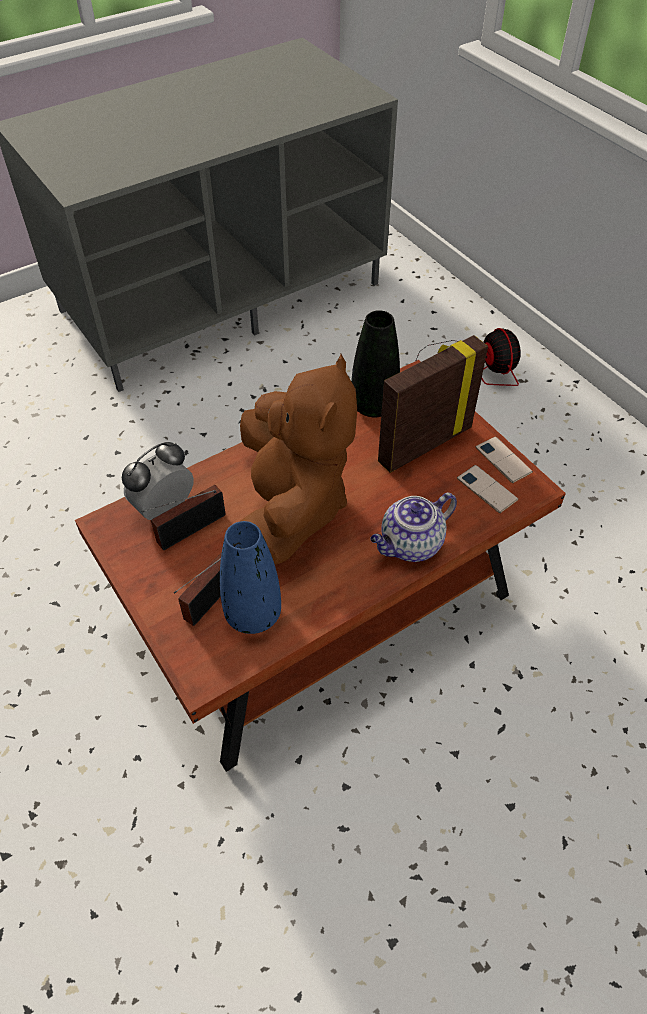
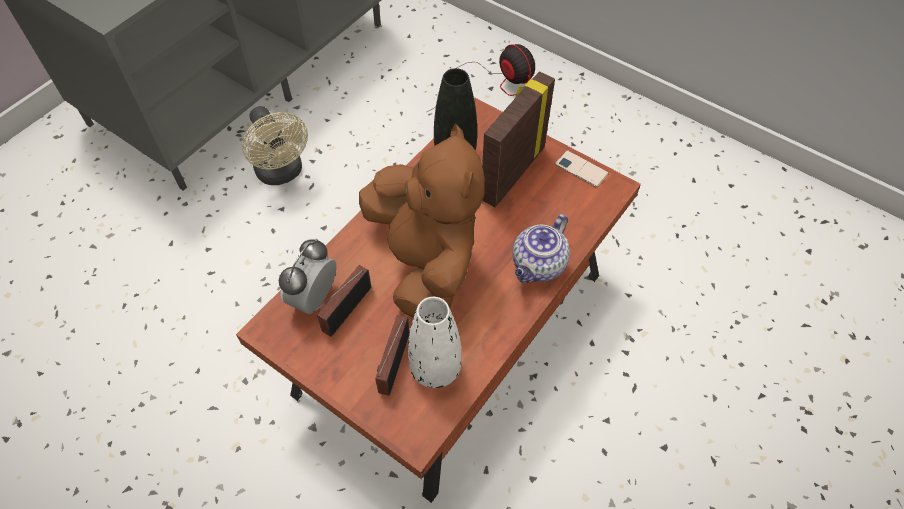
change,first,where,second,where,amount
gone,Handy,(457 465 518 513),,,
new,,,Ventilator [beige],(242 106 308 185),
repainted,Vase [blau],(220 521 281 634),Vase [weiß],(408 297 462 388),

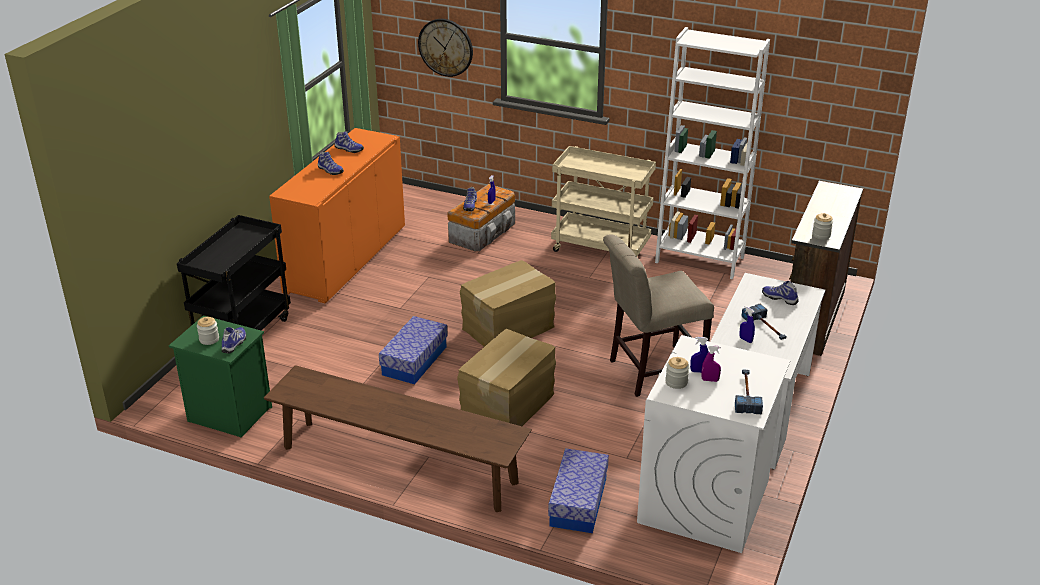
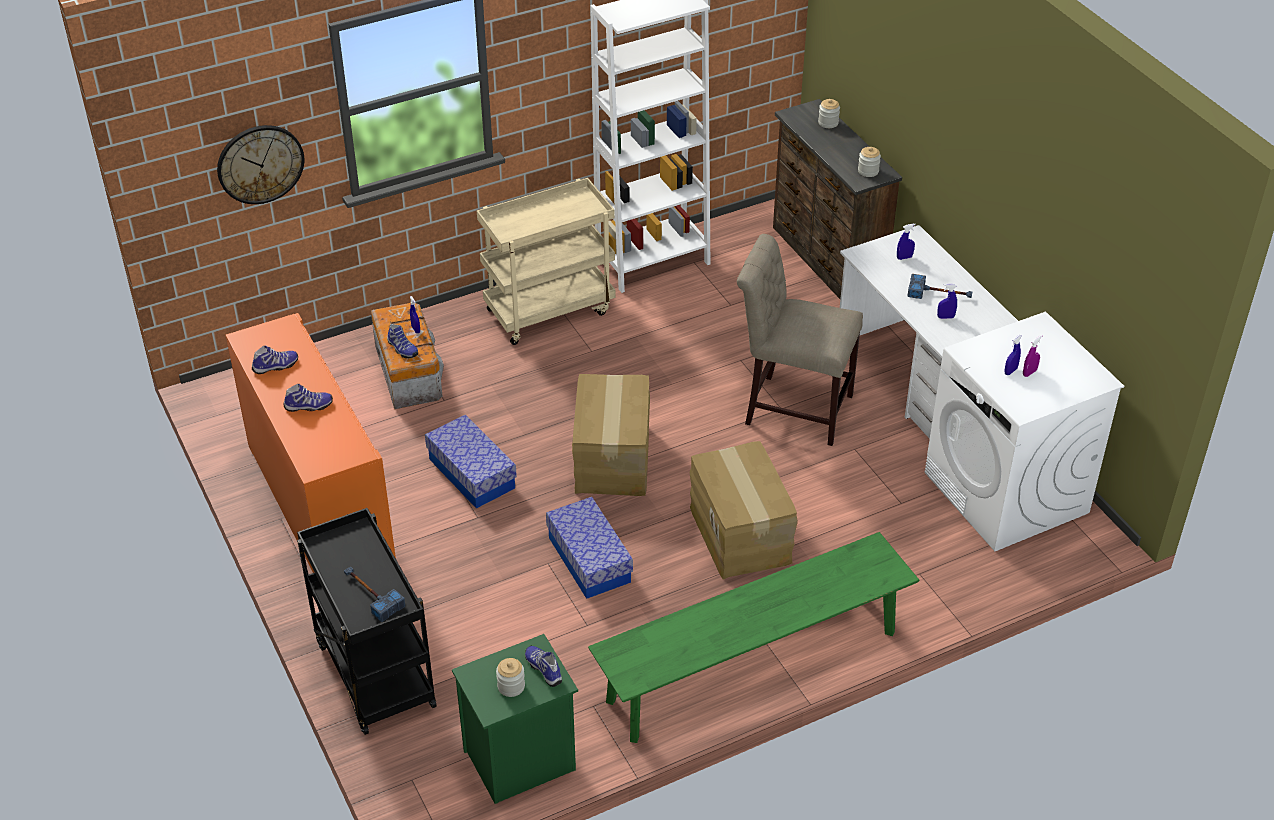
change,first,where,second,where,amount
shifted,Aufbewahrungsbox,(548 448 609 533),,(425 414 517 509),
shifted,Vorratsglas,(665 357 689 389),,(818 99 840 128),
shifted,Hammer,(735 370 763 414),,(344 566 405 622),
swapped,Schuh,(762 281 799 305),Sprühflasche [blau],(897 224 916 260),
repainted,Bank [braun],(264 365 532 512),Bank [grün],(588 532 919 743),
rotated,Stuhl [beige],(603 234 714 397),,(737 234 863 446),90 degrees clockwise

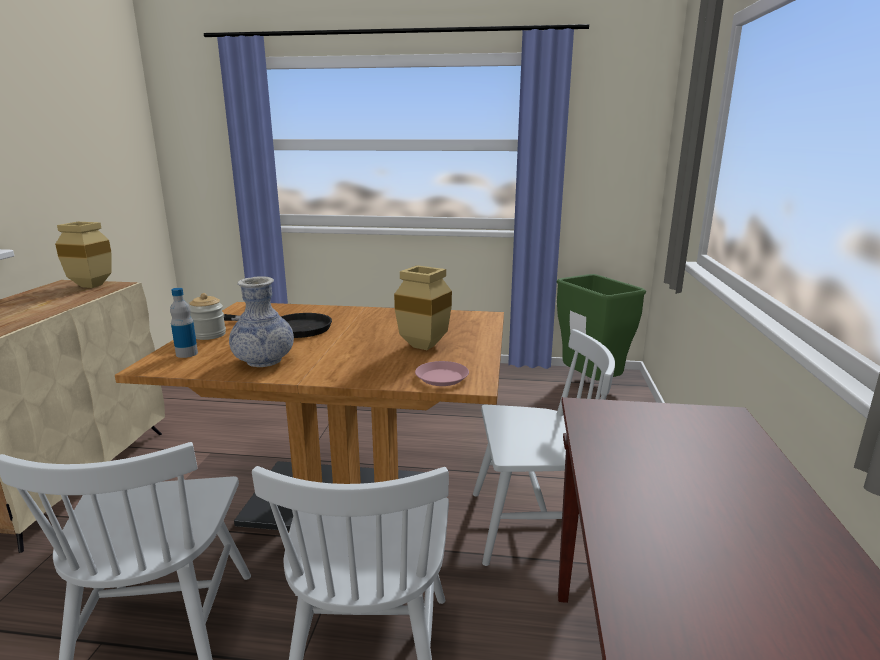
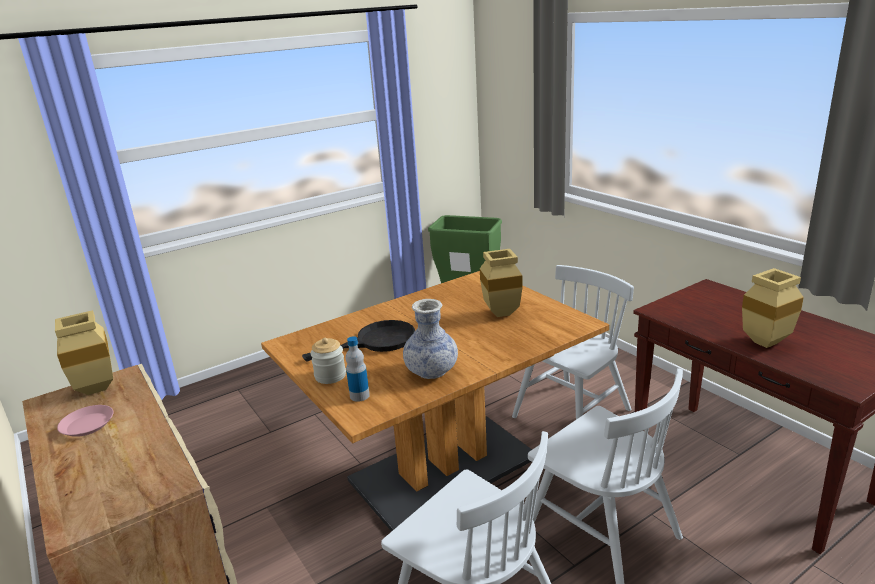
change,first,where,second,where,amount
new,,,Vase [beige],(742 268 804 348),
shifted,Teller [rosa],(415 361 469 386),,(57 405 113 437),

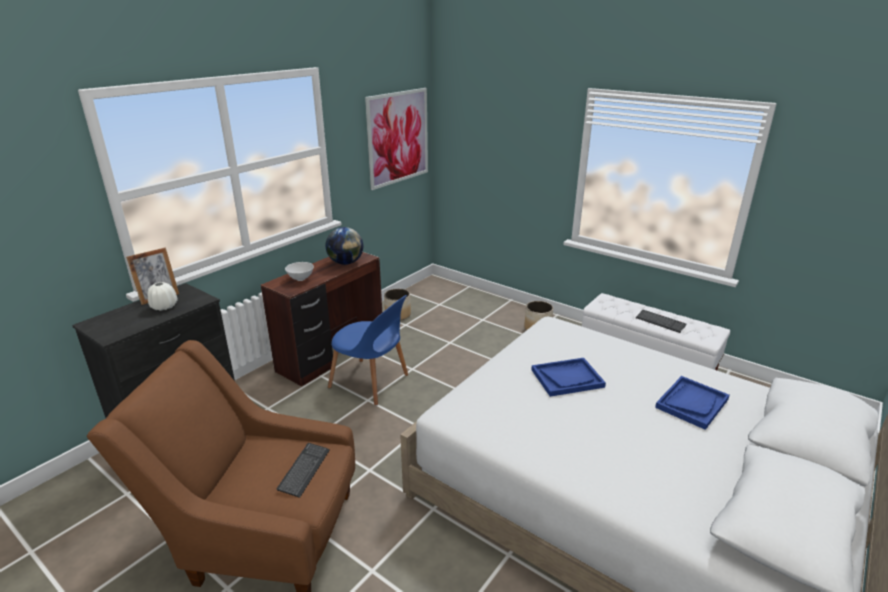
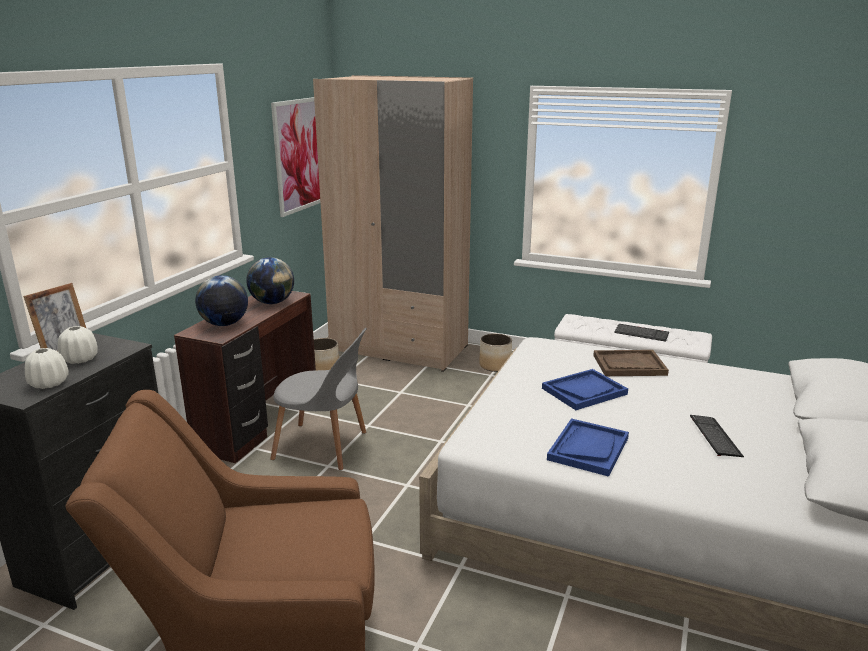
change,first,where,second,where,amount
new,,,Vase [weiß],(25 348 69 389),
new,,,Kleiderschrank [beige],(313 75 473 372),
new,,,Tablett [braun],(593 350 669 376),
shifted,Tastatur,(277 443 330 498),,(690 415 744 457),
shifted,Tablett [blau],(655 376 729 430),,(547 418 629 477),
swapped,Schüssel [weiß],(285 262 314 281),Globus,(195 275 248 326),
repainted,Stuhl [blau],(328 295 408 406),Stuhl [grau],(270 328 367 470),

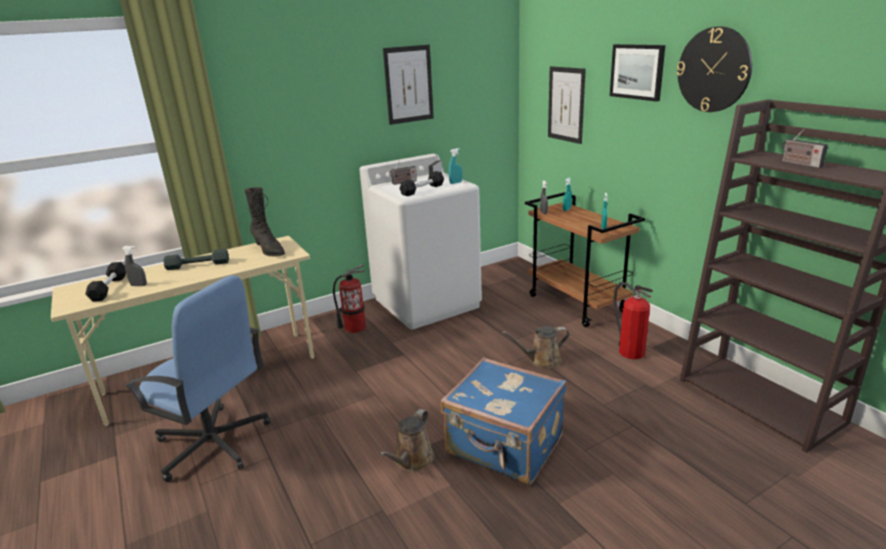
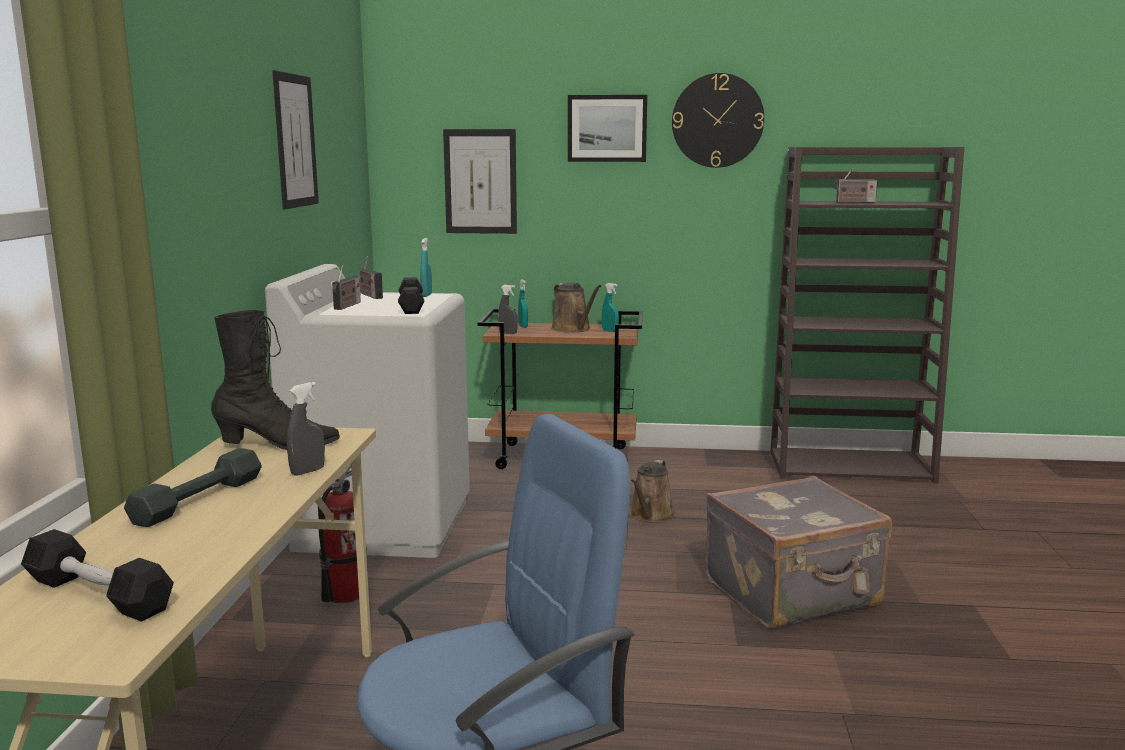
change,first,where,second,where,amount
gone,Feuerlöscher,(613 282 653 359),,,
shifted,Sprühflasche [grau],(122 246 147 286),,(287 382 325 476),
shifted,Gießkanne [braun],(379 409 434 472),,(551 282 601 333),
repainted,Koffer [blau],(441 357 567 485),Koffer [grau],(705 475 892 629),

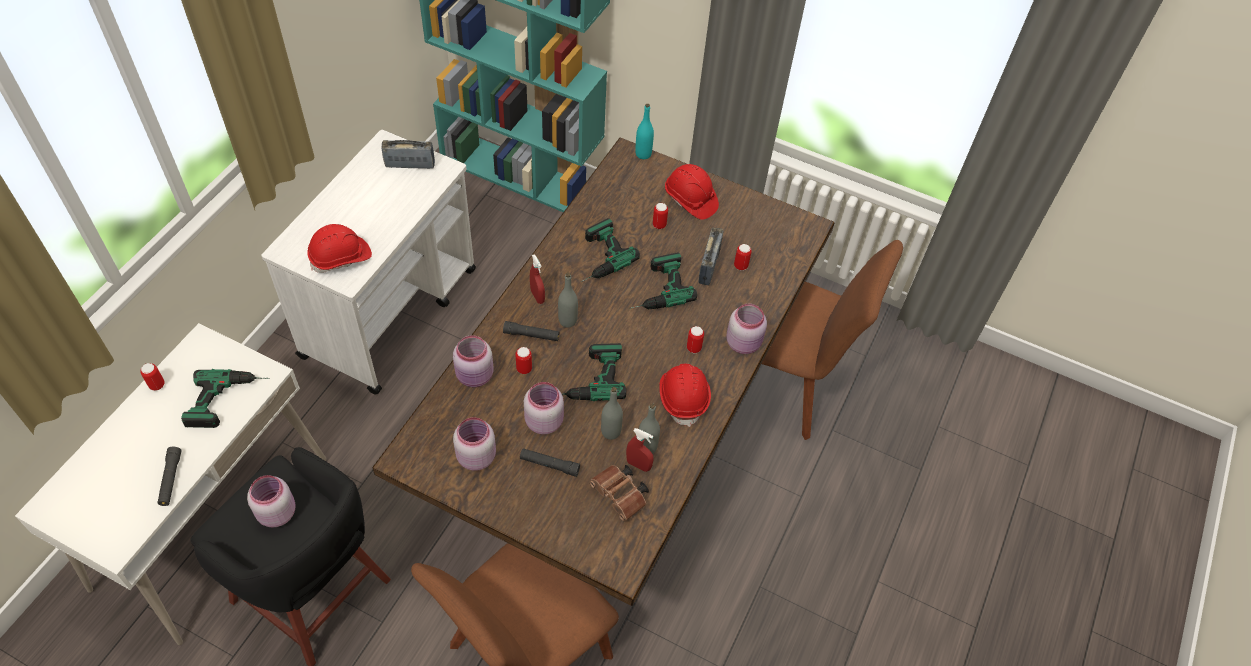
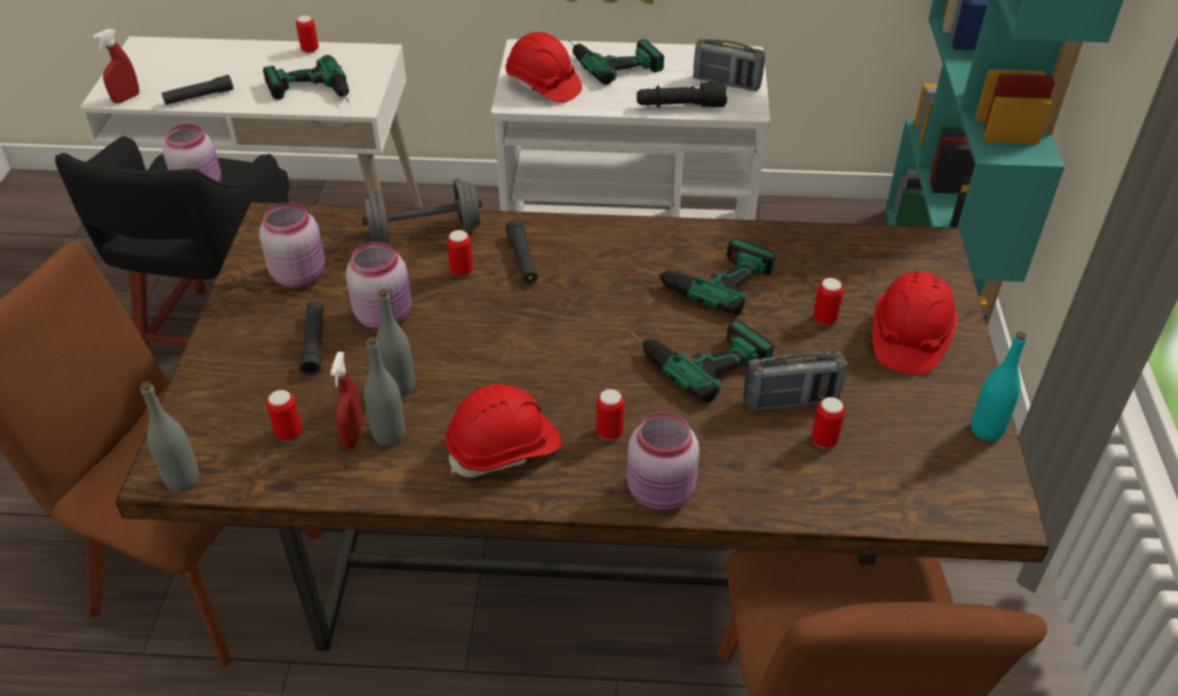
change,first,where,second,where,amount
new,,,Taschenlampe [schwarz],(637 81 727 108),
shifted,Sprühflasche [rot],(530 254 545 304),,(93 29 139 104),
shifted,Flasche [grau],(558 273 578 327),,(141 382 199 492),
shifted,Bohrmaschine,(562 343 626 401),,(568 39 664 85),
shifted,Flasche [türkis],(635 104 654 159),,(971 332 1026 441),
swapped,Vorratsglas [rosa],(453 335 493 387),Hantel [grau],(362 179 482 246),
swapped,Fernglas [braun],(590 465 649 521),Dose,(266 390 302 440),
rotated,Radio,(381 140 435 169),,(693 39 765 91),135 degrees clockwise

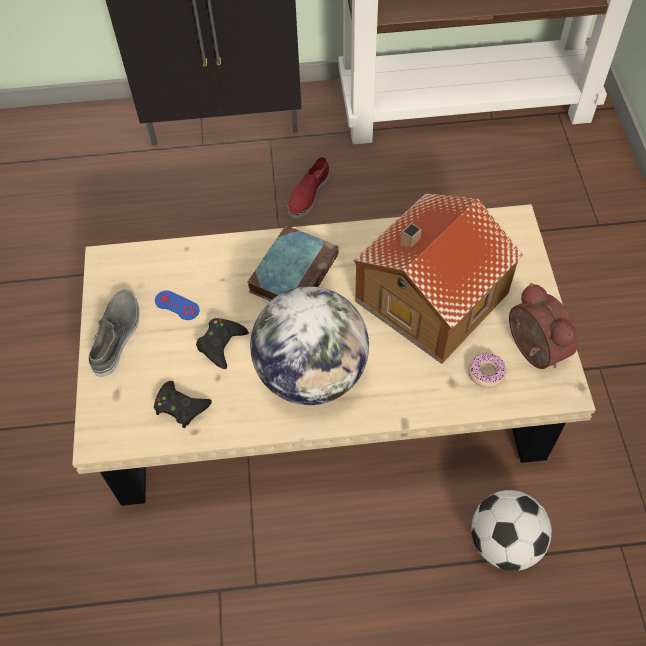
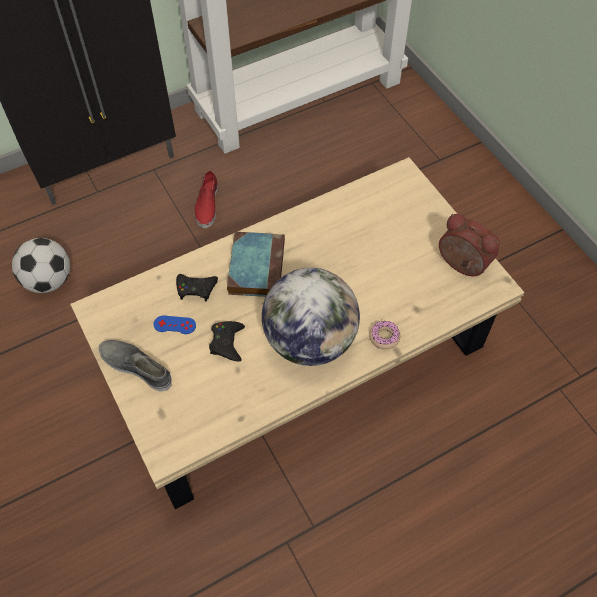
change,first,where,second,where,amount
gone,Spielzeughaus,(354 193 523 364),,,
shifted,Gamepad [schwarz],(154 381 212 428),,(176 274 218 301),
shifted,Donut,(468 353 506 388),,(369 321 400 349),
shifted,Fußball,(471 490 552 571),,(12 238 70 293),
rotated,Schuh [grau],(89 289 139 377),,(99 340 172 392),45 degrees counterclockwise

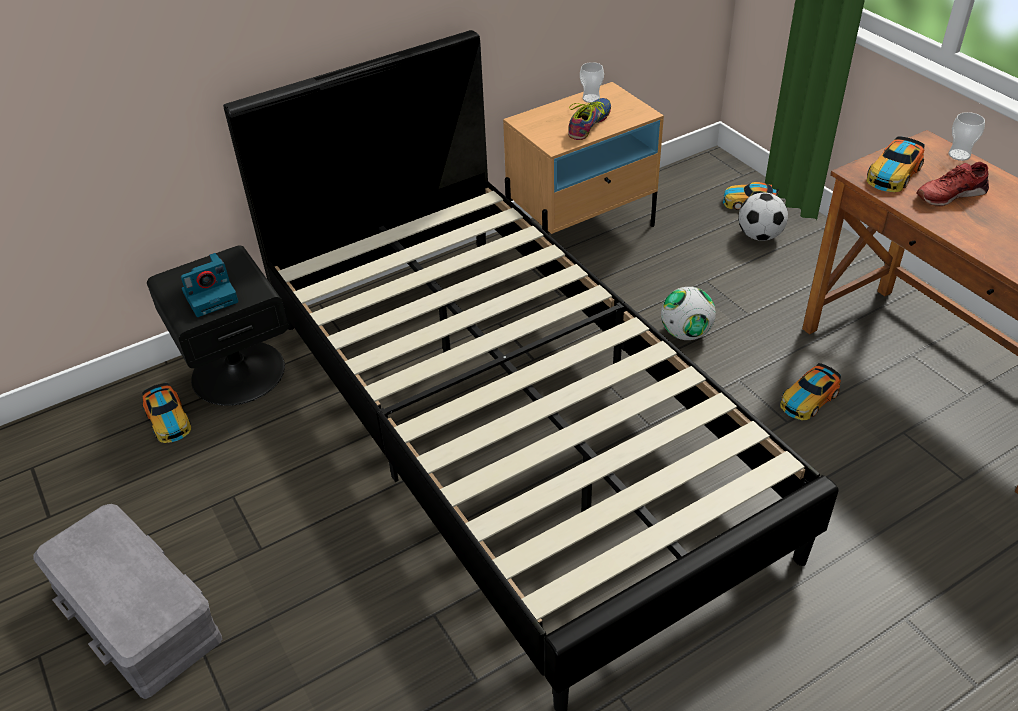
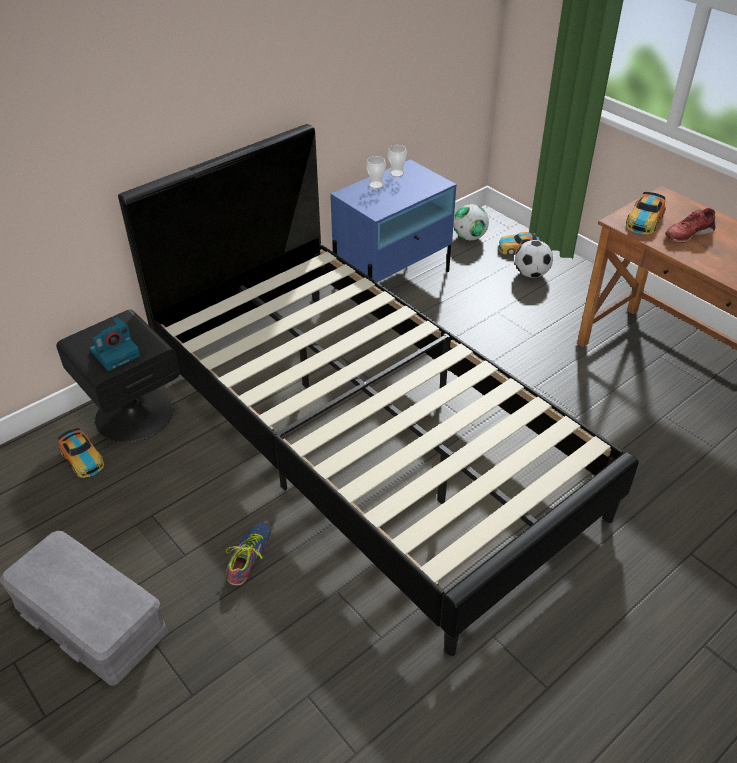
change,first,where,second,where,amount
gone,Spielzeugauto,(780 363 841 420),,,
shifted,Schuh,(568 98 611 140),,(226 522 271 586),
shifted,Fußball,(661 287 716 340),,(453 204 489 240),
shifted,Tasse,(948 112 985 161),,(366 156 386 189),
repainted,Nachttisch [beige],(503 82 664 234),Nachttisch [blau],(330 159 457 314),

